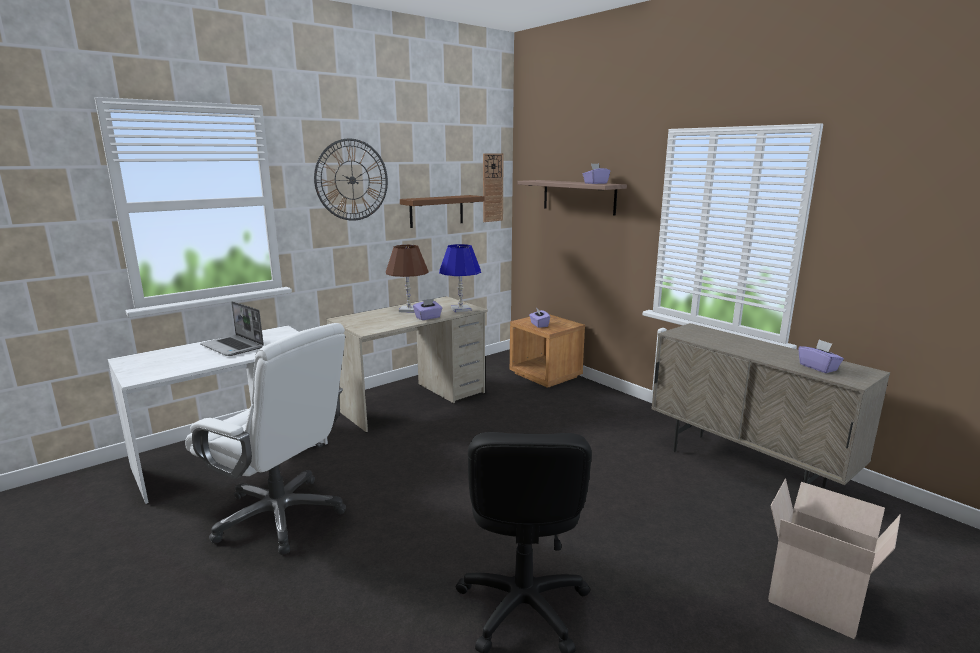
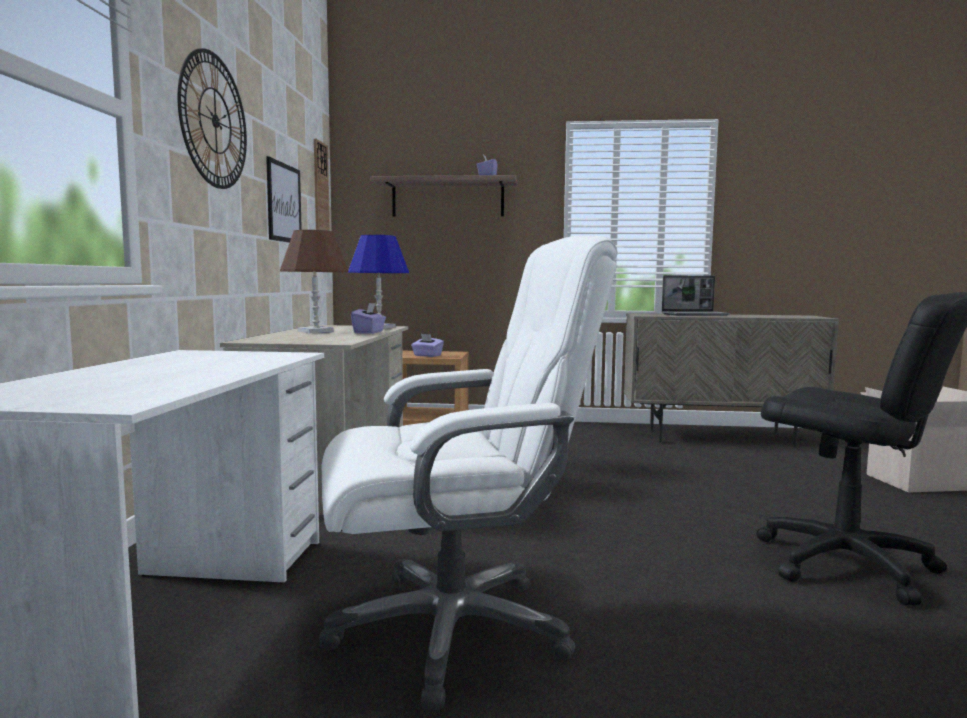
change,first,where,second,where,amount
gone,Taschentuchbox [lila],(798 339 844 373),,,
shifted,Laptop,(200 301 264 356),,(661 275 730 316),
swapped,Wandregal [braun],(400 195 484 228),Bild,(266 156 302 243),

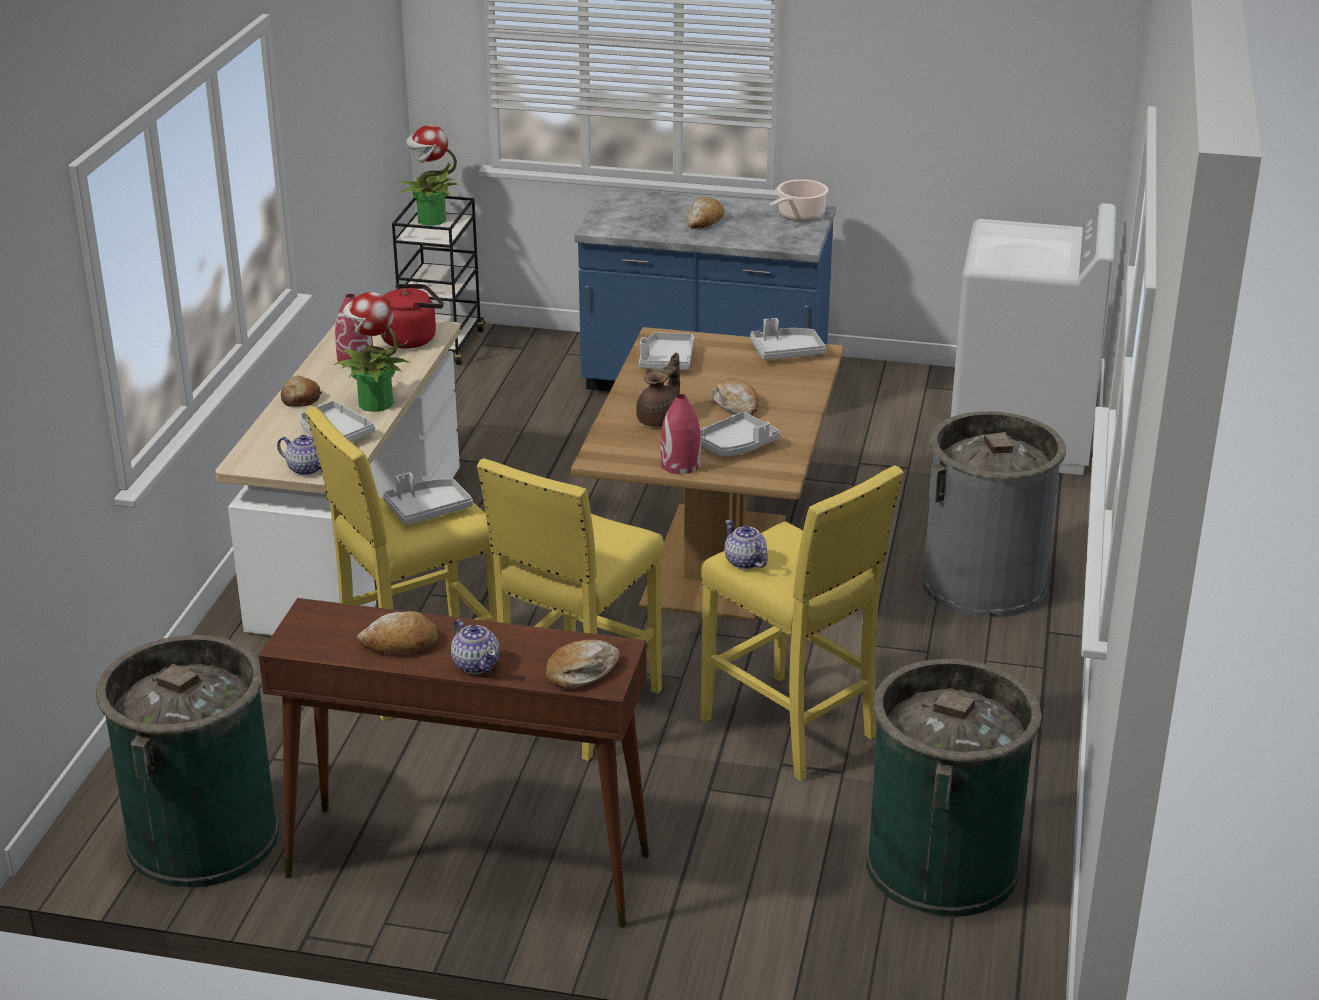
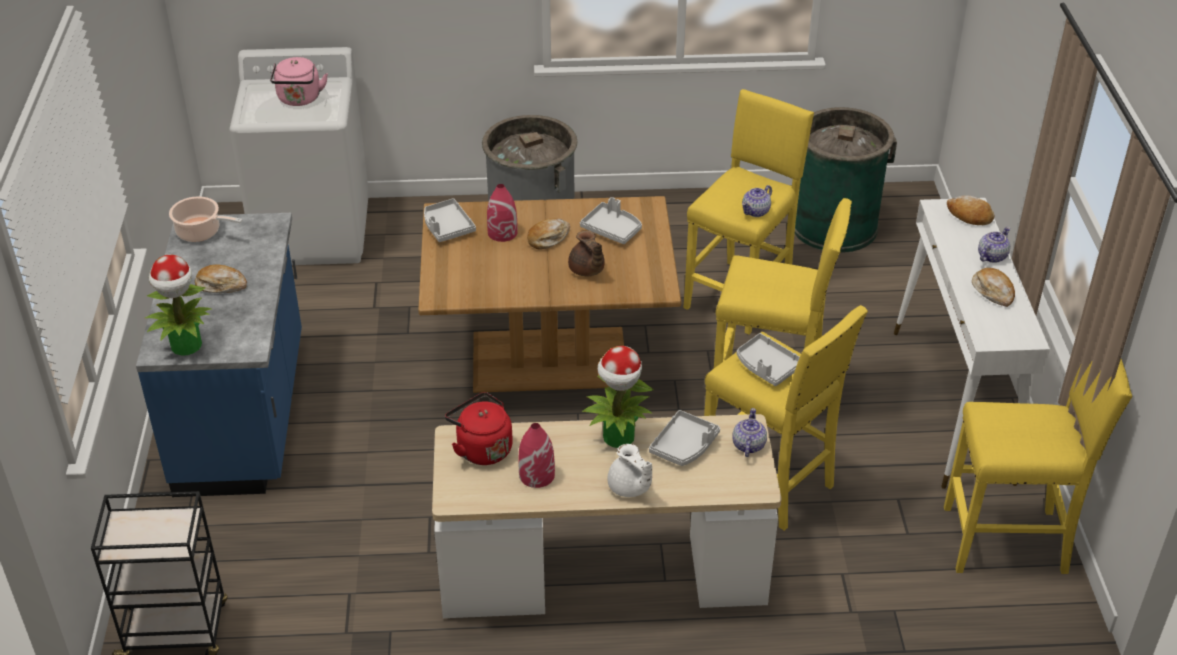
change,first,where,second,where,amount
gone,Tablett [grau],(639 332 694 370),,,
new,,,Wasserkessel [rosa],(270 57 328 106),
shifted,Topfpflanze,(398 125 460 226),,(144 255 212 356),
shifted,Vase [rot],(660 394 701 474),,(487 184 518 242),
swapped,Mülleimer [grün],(96 635 279 888),Hocker [gelb],(944 359 1133 574),
swapped,Brot,(281 376 322 407),Teekanne [weiß],(607 444 652 497),
repainted,Konsolentisch [braun],(259 598 649 928),Konsolentisch [weiß],(894 198 1050 489),
rotated,Teekanne [braun],(636 352 680 427),,(568 231 605 276),135 degrees counterclockwise

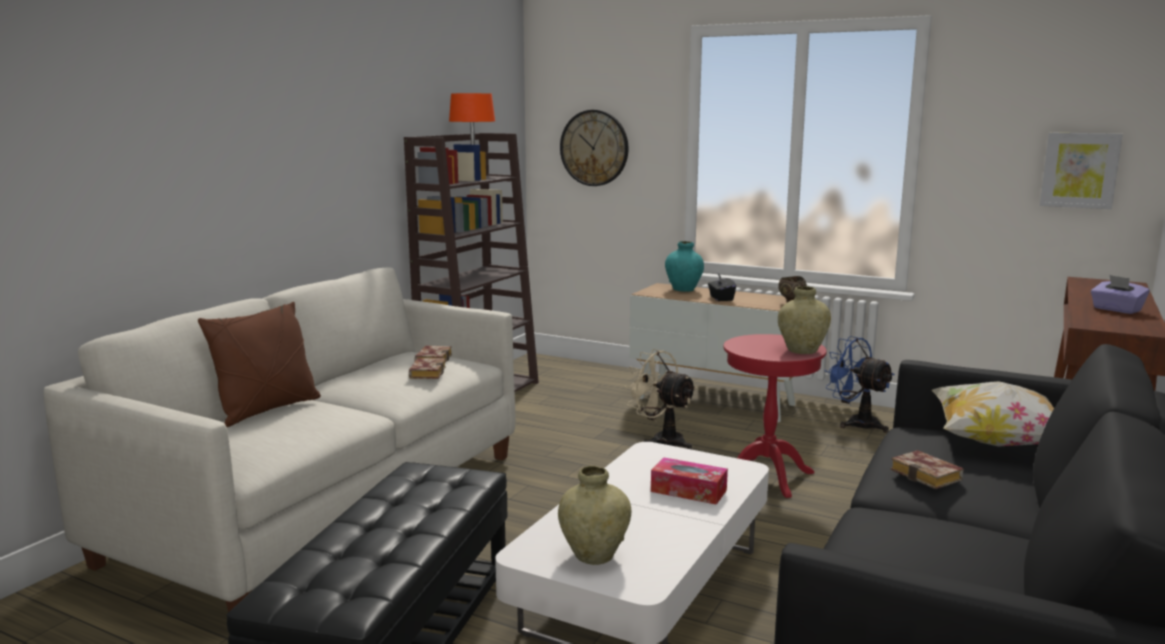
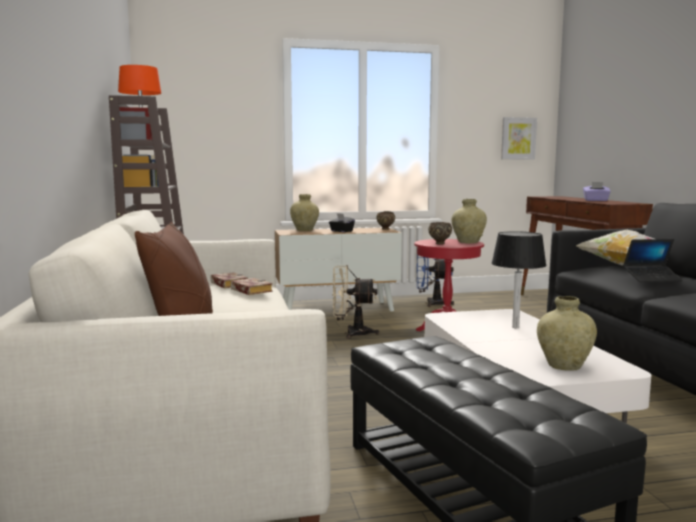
change,first,where,second,where,amount
gone,Wanduhr,(560 110 628 186),,,
new,,,Schüssel [braun],(428 222 452 245),
swapped,Taschentuchbox,(651 457 728 505),Tischlampe [schwarz],(492 231 546 328),
swapped,Buch,(891 450 964 489),Laptop,(623 239 682 282),
repainted,Vase [türkis],(665 241 704 292),Vase [beige],(290 194 319 231),

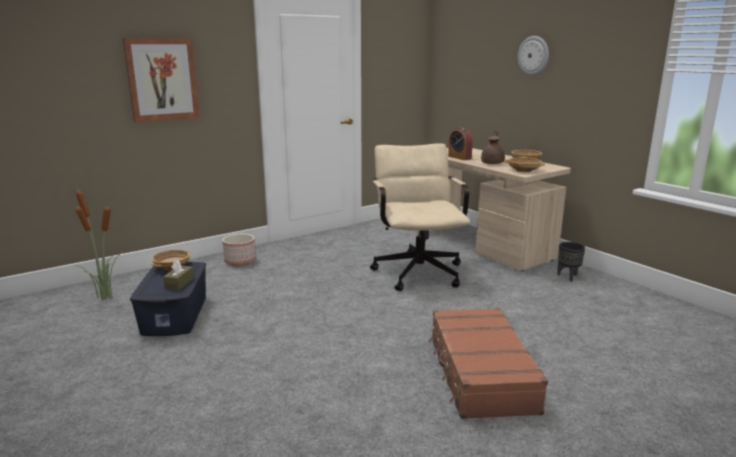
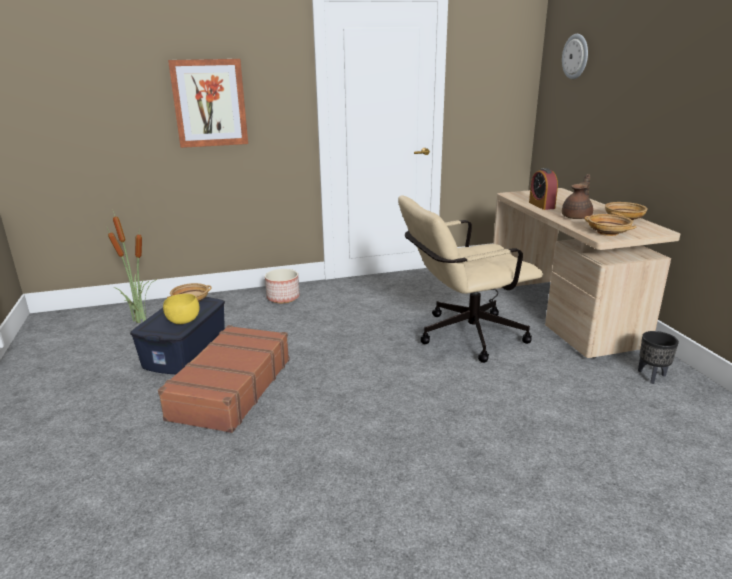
change,first,where,second,where,amount
shifted,Koffer [braun],(428 308 548 419),,(158 325 290 433),
shifted,Wanduhr,(518 36 549 76),,(562 34 588 79),
swapped,Taschentuchbox [braun],(163 260 194 290),Schüssel [gelb],(163 294 199 324),
rotated,Bürostuhl [beige],(370 143 470 291),,(398 195 543 363),120 degrees counterclockwise

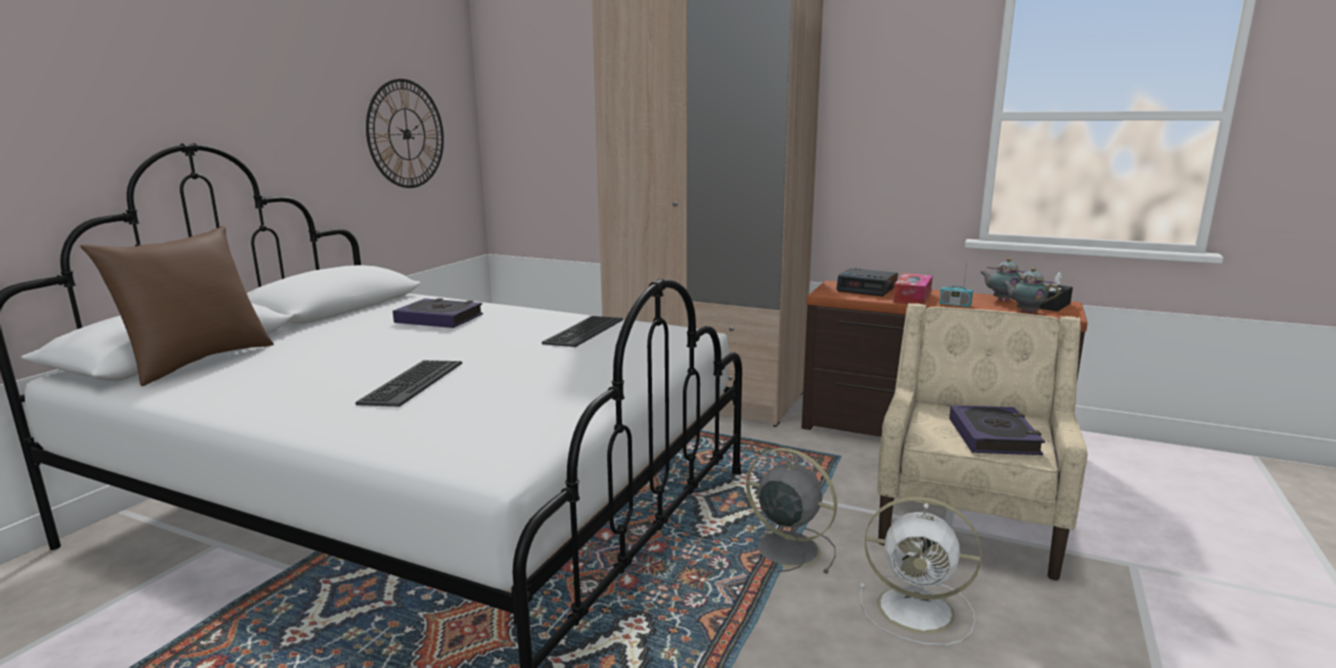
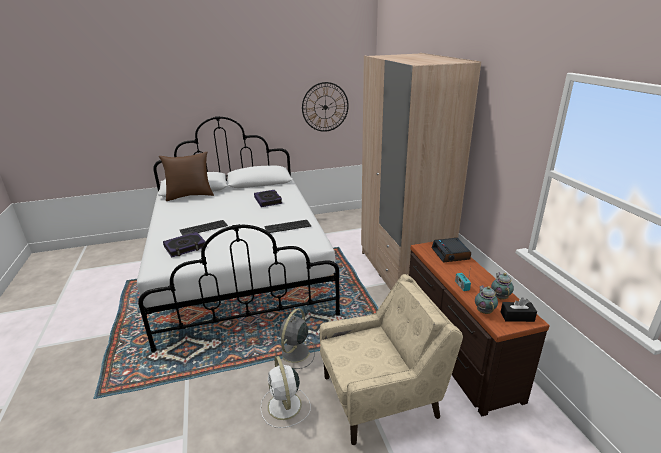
change,first,where,second,where,amount
gone,Taschentuchbox,(893 273 933 305),,,
shifted,Buch,(949 405 1045 455),,(163 232 207 257),
rotated,Ventilator [grau],(746 448 837 574),,(280 309 315 369),150 degrees counterclockwise

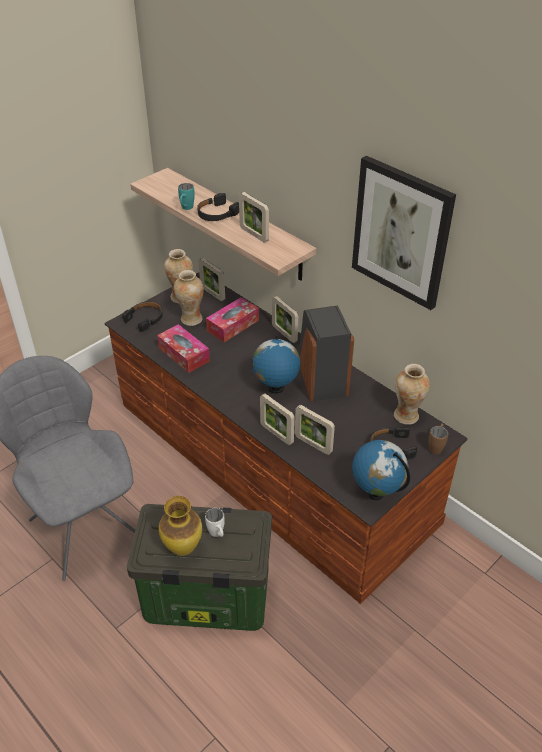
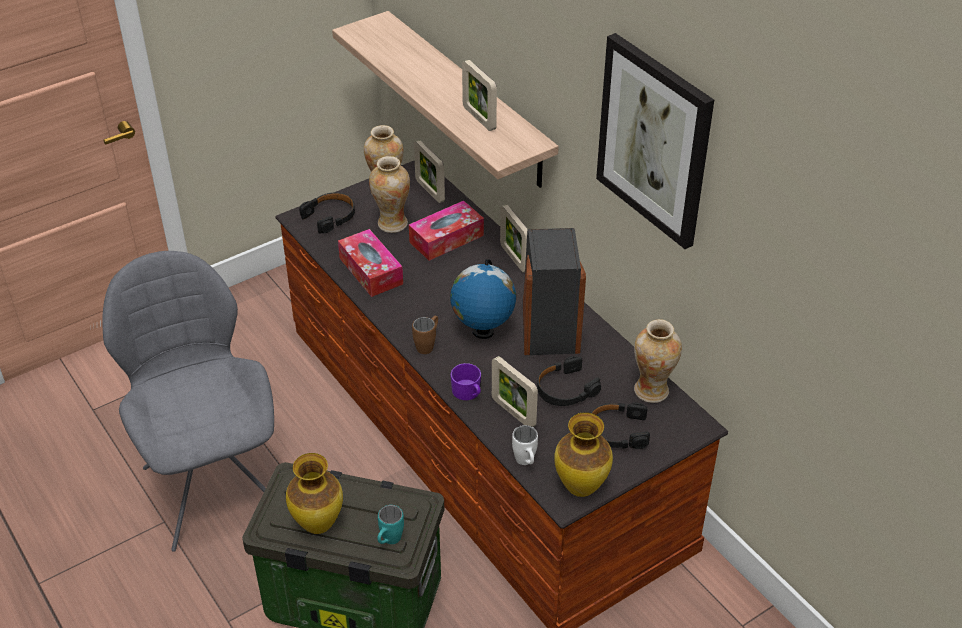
change,first,where,second,where,amount
shifted,Henkelbecher [türkis],(178 183 195 210),,(377 505 404 544),
shifted,Kopfhörer [schwarz],(197 193 239 221),,(537 356 601 406),
shifted,Henkelbecher [weiß],(205 508 225 537),,(512 425 538 465),
shifted,Henkelbecher [braun],(428 423 448 454),,(412 316 438 354),
swapped,Bilderrahmen,(260 393 295 445),Henkelbecher [lila],(450 363 481 400),
swapped,Globus,(352 440 410 500),Vase,(554 412 613 497),

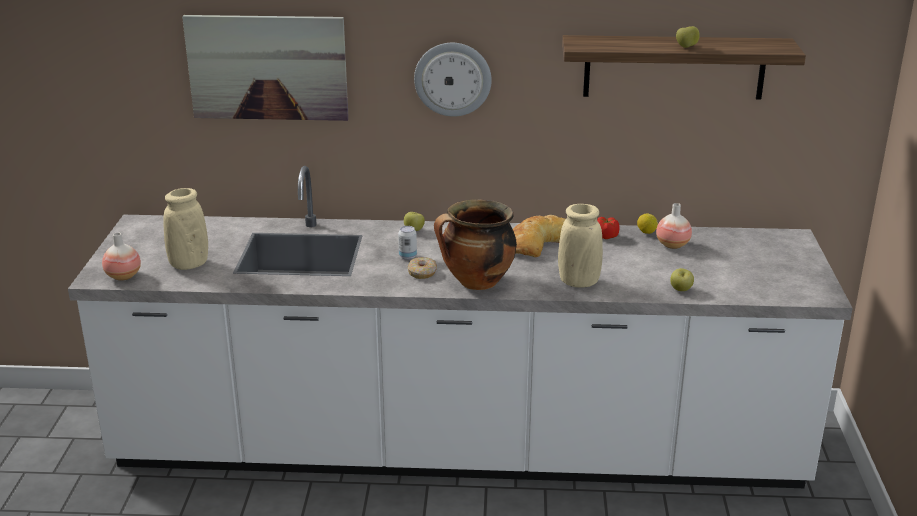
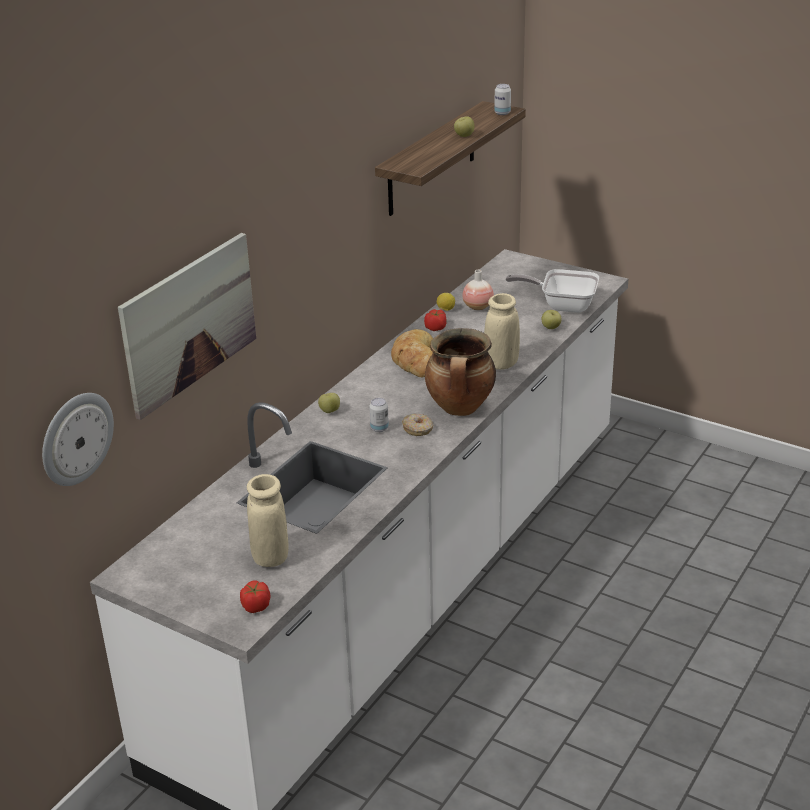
change,first,where,second,where,amount
new,,,Dose,(494 84 511 115),
new,,,Pfanne,(506 269 599 313),
shifted,Wanduhr,(414 43 492 117),,(42 393 114 486),
swapped,Vase,(102 232 141 281),Tomate,(240 580 270 613),

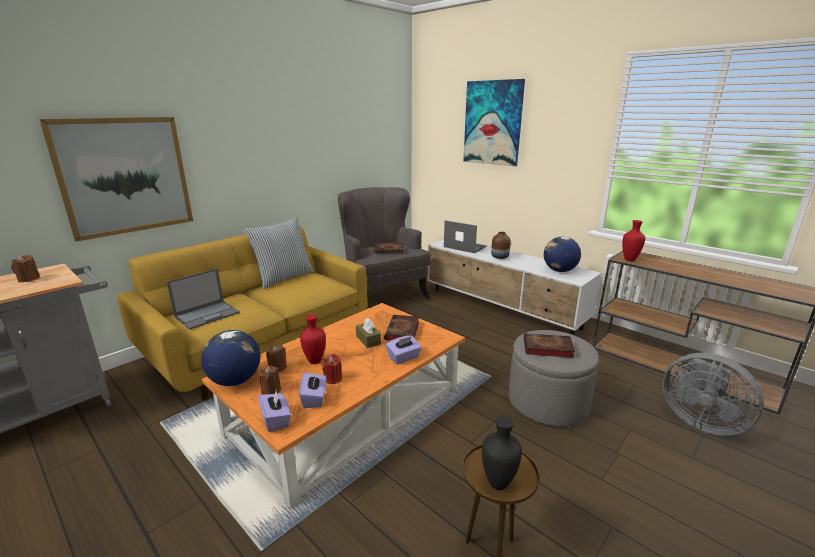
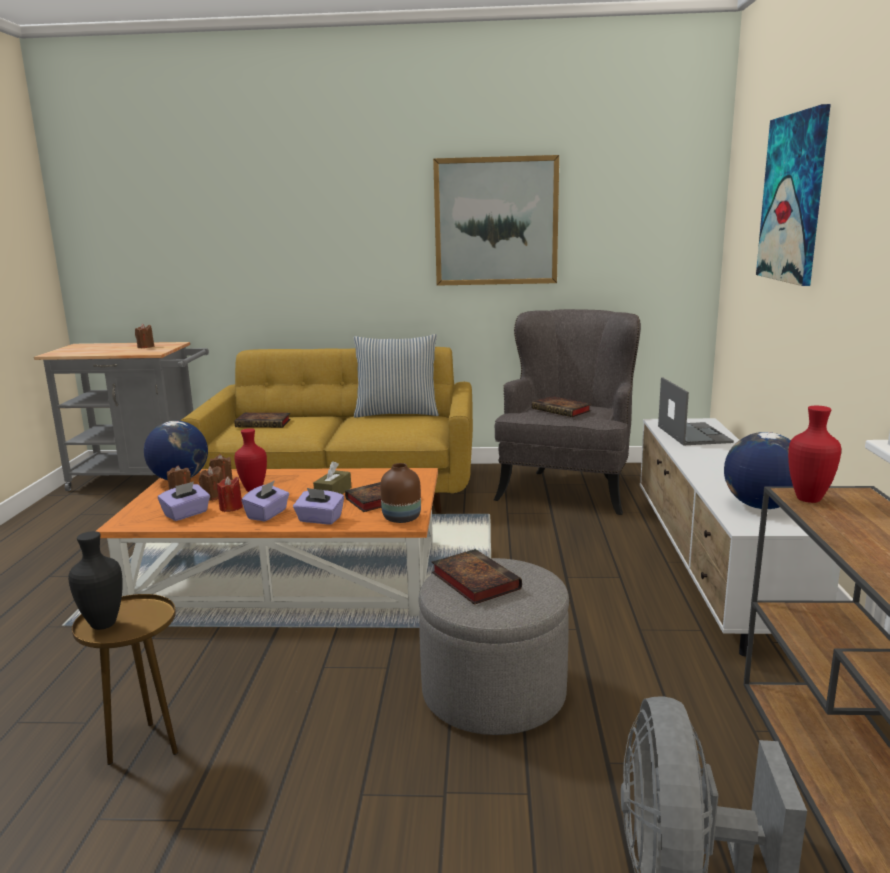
change,first,where,second,where,amount
new,,,Kerze [braun],(199 466 224 501),
shifted,Bild,(39 117 193 242),,(433 155 559 286),
shifted,Taschentuchbox [lila],(258 391 291 432),,(242 480 289 521),
shifted,Vase [braun],(491 232 511 259),,(380 463 421 523),
swapped,Laptop,(166 268 240 330),Buch,(235 413 291 428),

